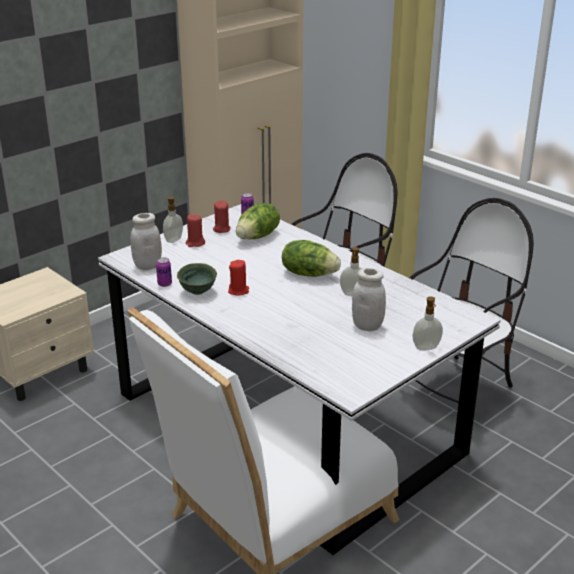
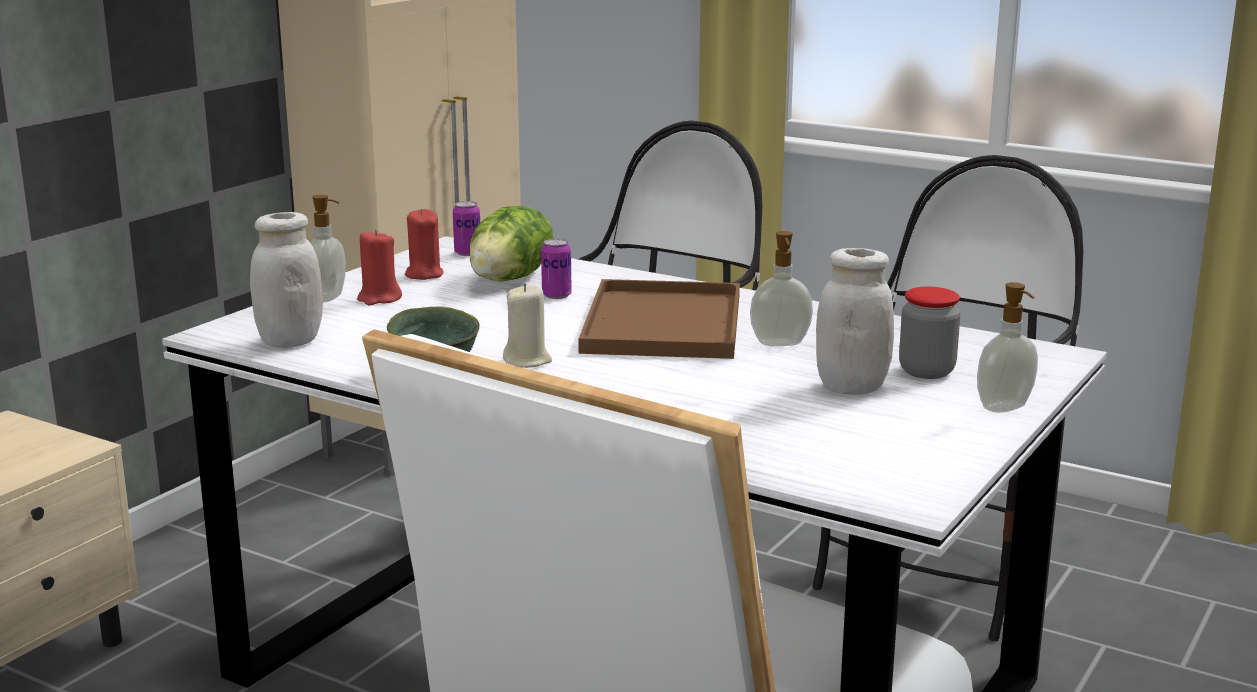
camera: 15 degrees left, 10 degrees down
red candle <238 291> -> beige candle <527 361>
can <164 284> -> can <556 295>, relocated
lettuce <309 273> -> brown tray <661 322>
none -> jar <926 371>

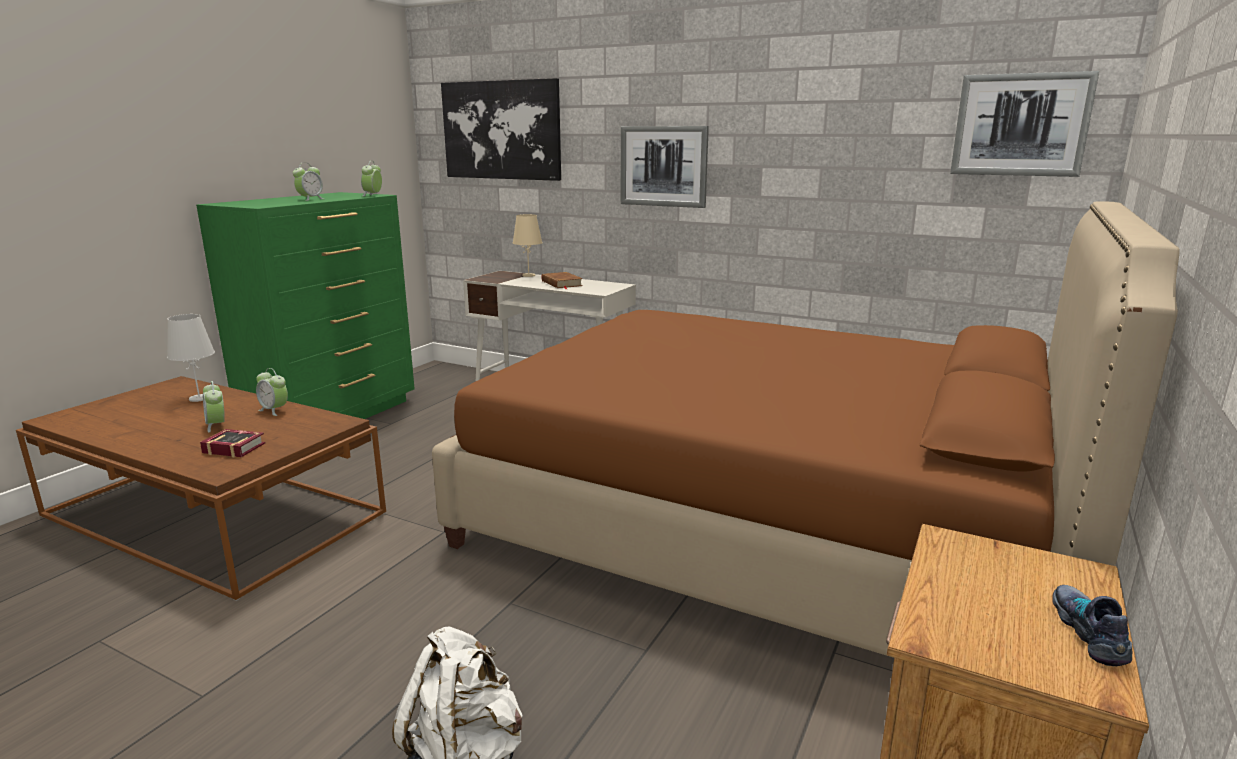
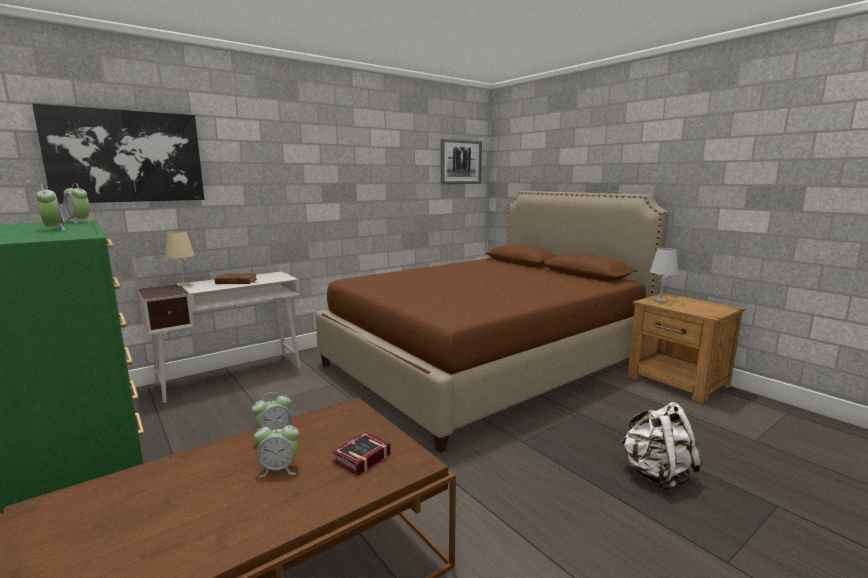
camera: 65 degrees left, 5 degrees down
white table lamp <199 398> -> white table lamp <660 300>, relocated
picture <663 166> -> none
shoe <1089 632> -> none

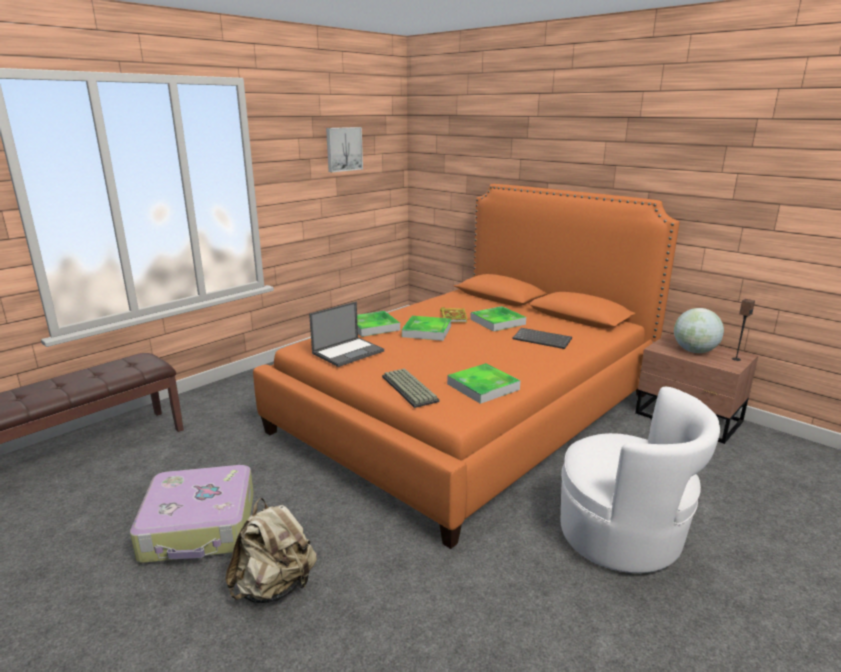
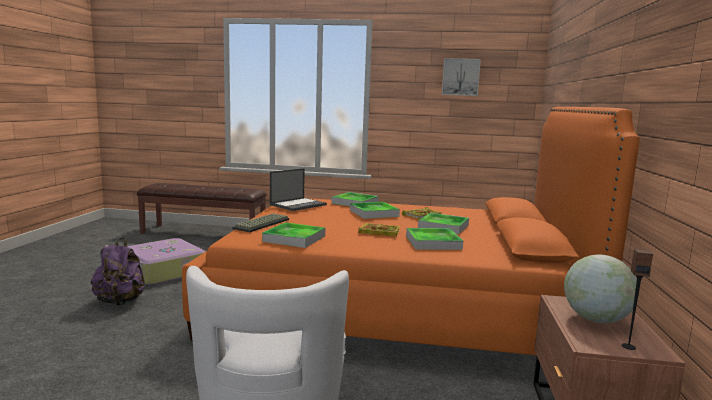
camera: 55 degrees right, 10 degrees down
beige backpack <275 587> -> purple backpack <120 302>
laptop <348 352> -> laptop <298 204>, 60 degrees counterclockwise
none -> book <378 232>
keyboard <543 339> -> tray <433 242>

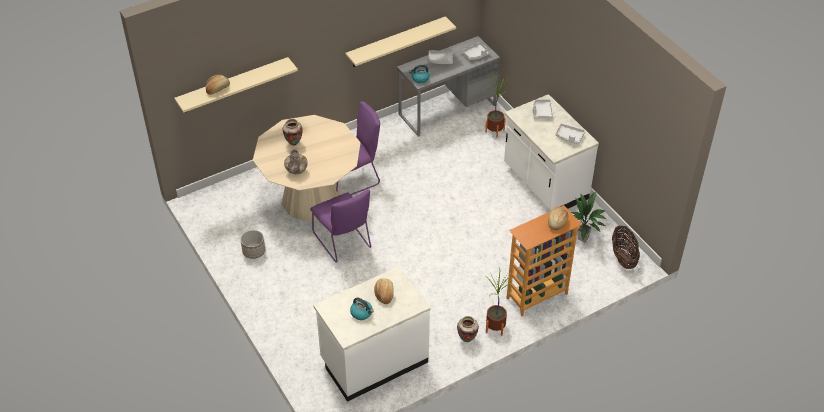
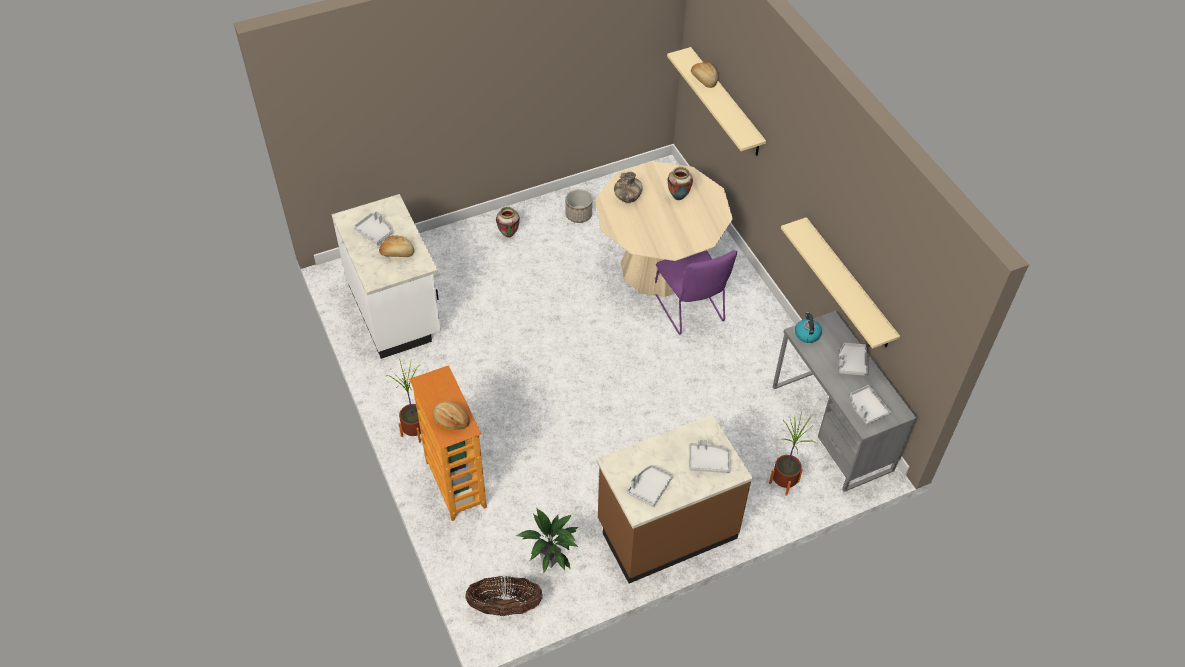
camera: 95 degrees right, 5 degrees up
kettle <362 313> -> grey tray <375 232>
vase <467 339> -> vase <508 234>, relocated
white counter <544 183> -> brown counter <666 529>
purple chair <343 242> -> none

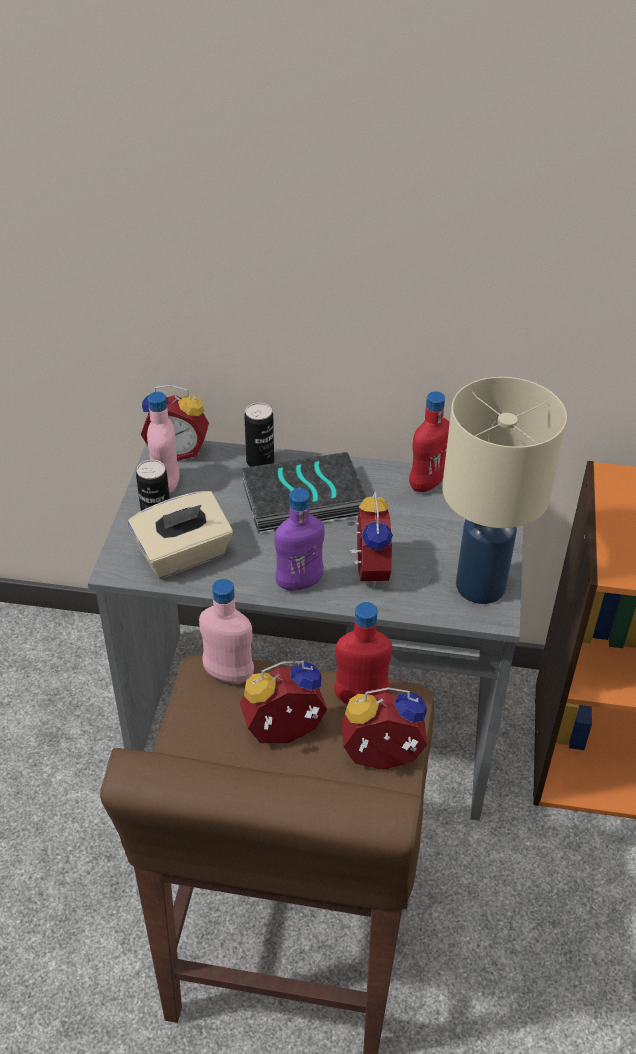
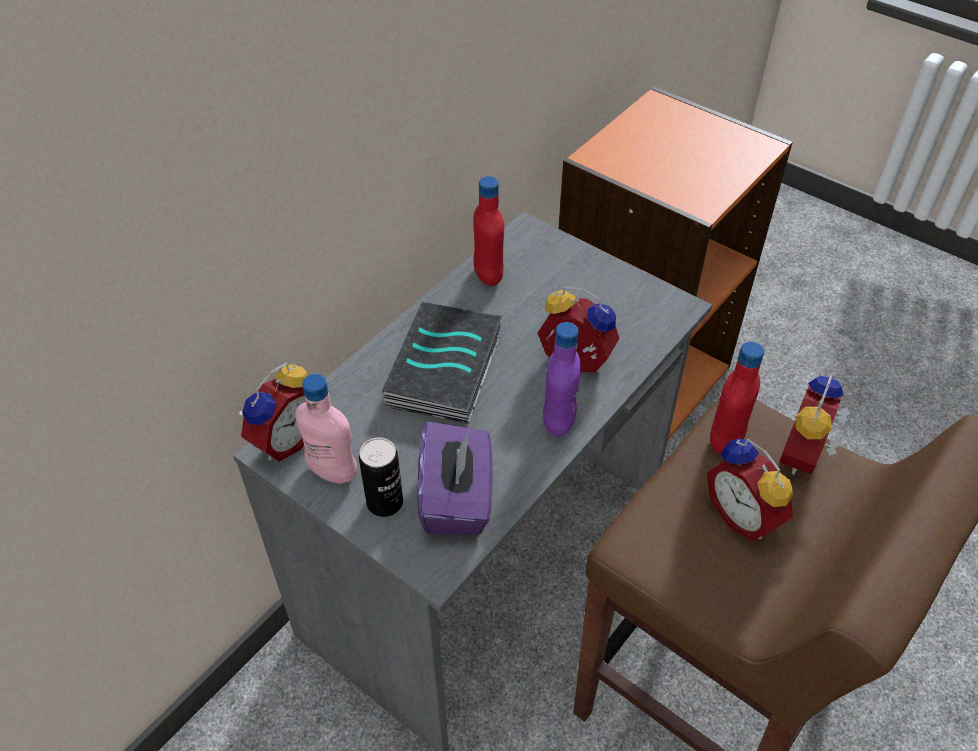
camera: 60 degrees left, 5 degrees up
beige tissue box <184 555> -> purple tissue box <457 499>
alarm clock <285 735> -> alarm clock <745 515>, 45 degrees counterclockwise
pink bottle <228 674> -> none
can <260 461> -> none
beige table lamp <479 586> -> none

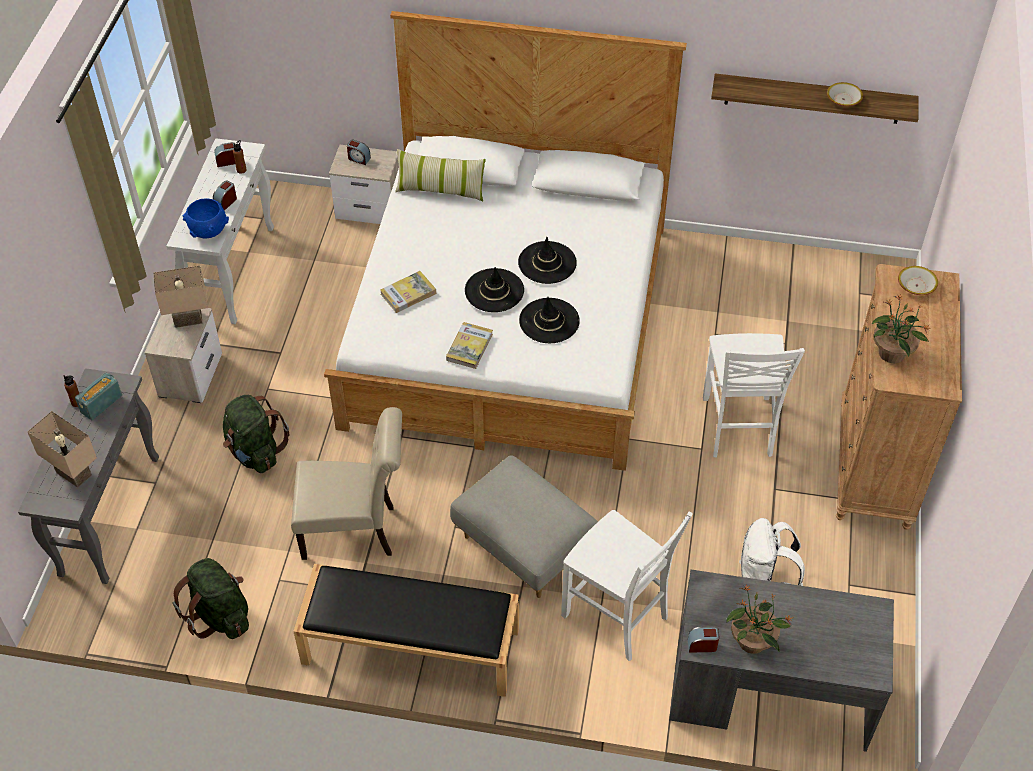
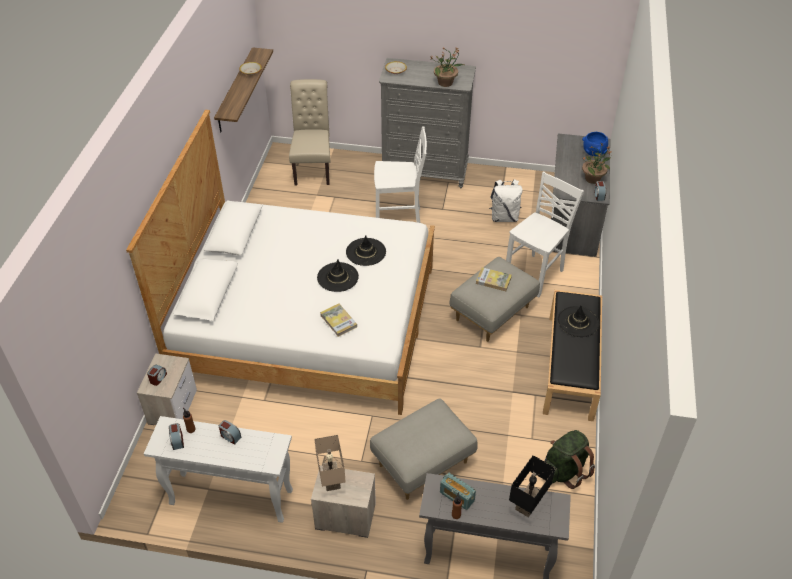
camera: 90 degrees left, 5 degrees down
beige chair <355 531> -> beige chair <313 167>, relocated
green backpack <255 452> -> grey ottoman <423 463>
brown dresser <874 466> -> grey dresser <425 172>
book <469 347> -> book <493 280>, relocated
beige table lamp <75 473> -> black table lamp <526 503>
black hat <547 263> -> black hat <578 322>, relocated
blue bowl <209 231> -> blue bowl <593 153>, relocated
pillow <440 190> -> none

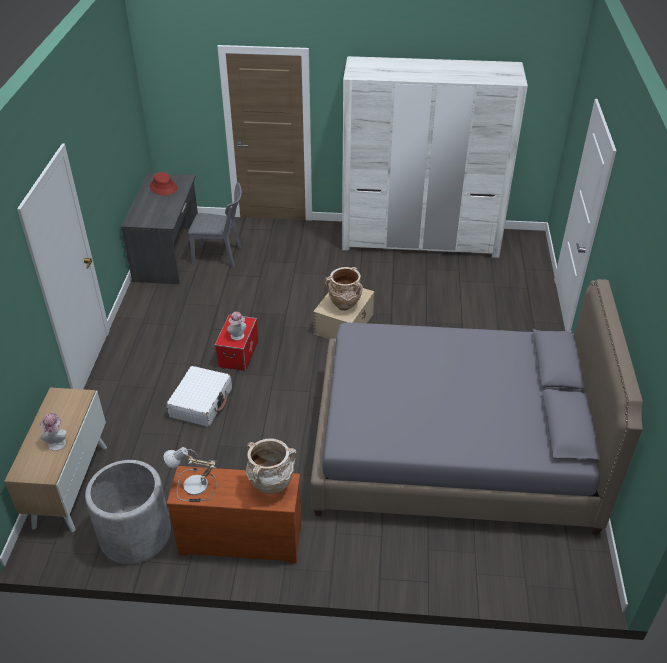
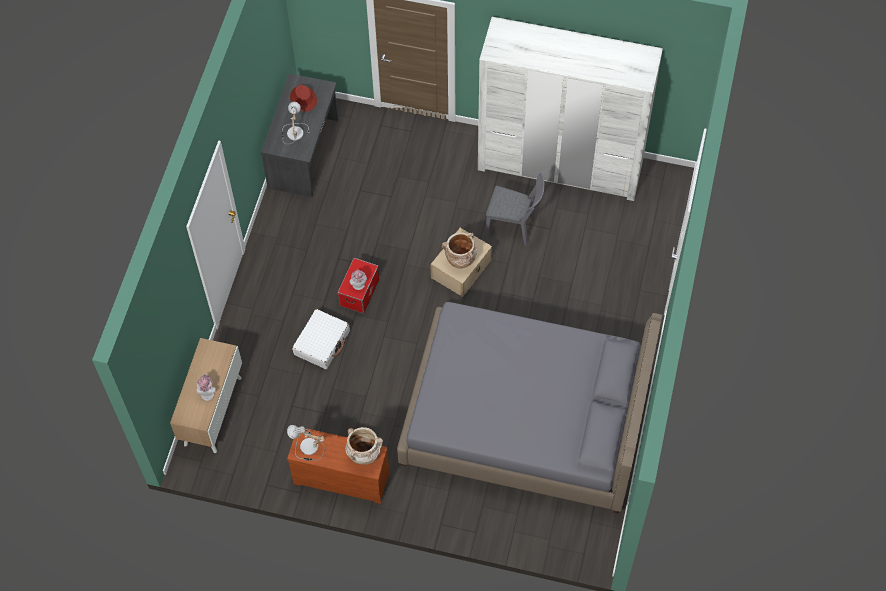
camera: 10 degrees right, 20 degrees up
none -> table lamp <293 132>
grey chair <221 255> -> grey chair <515 226>, relocated
grey planter <135 534> -> none

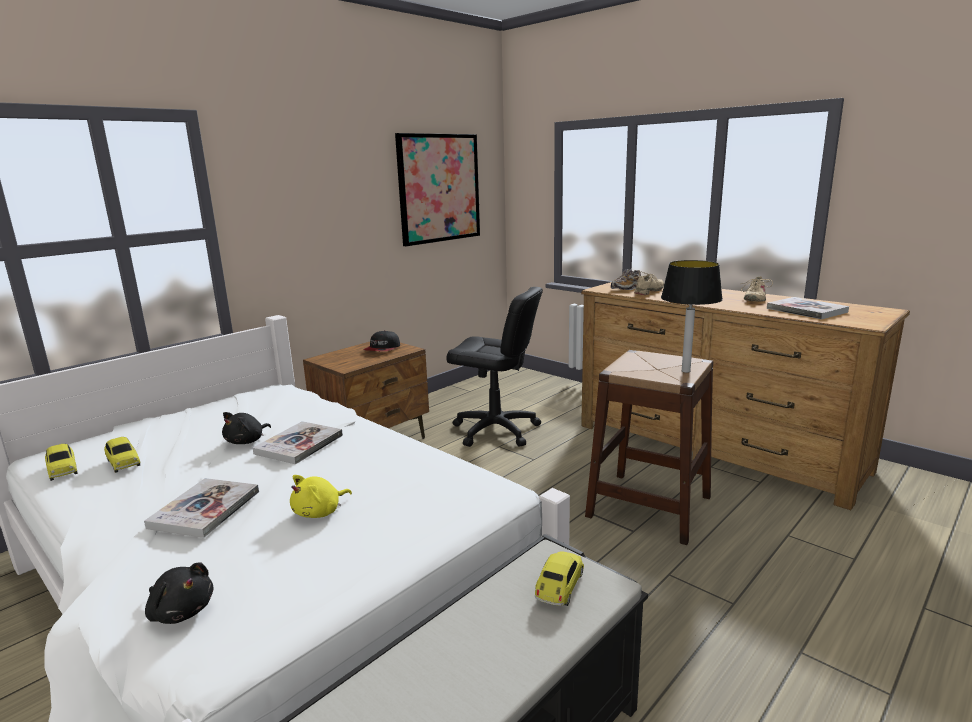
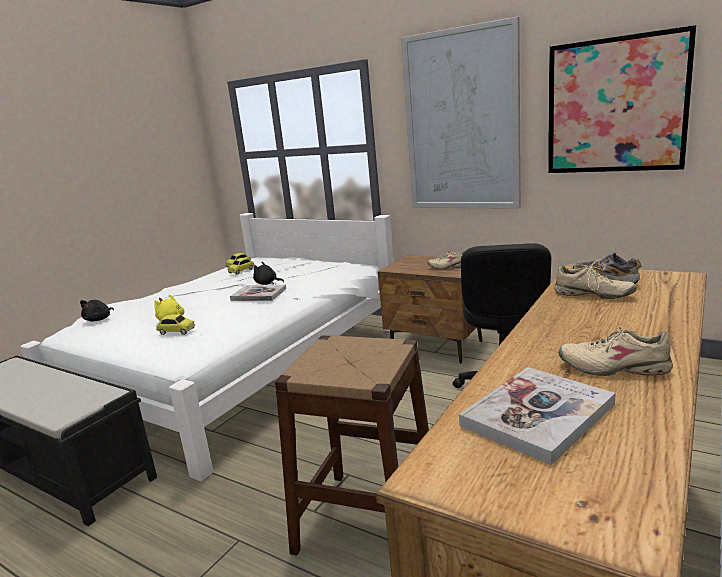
camera: 80 degrees right, 0 degrees up
toy car <559 587> -> toy car <176 331>, relocated
none -> picture <461 121>
cap <383 349> -> beige shoe <449 266>
book <205 509> -> none
table lamp <685 371> -> none

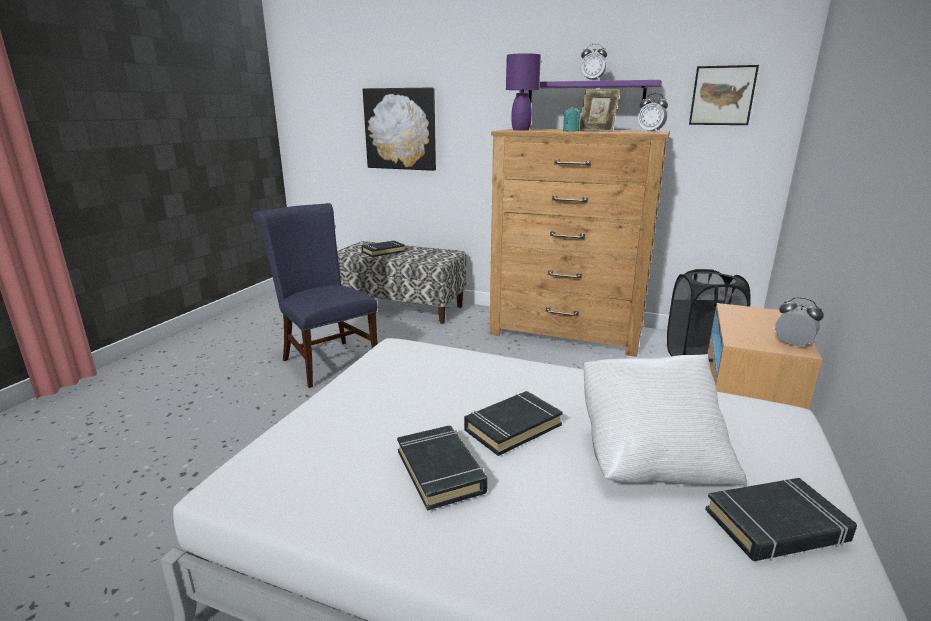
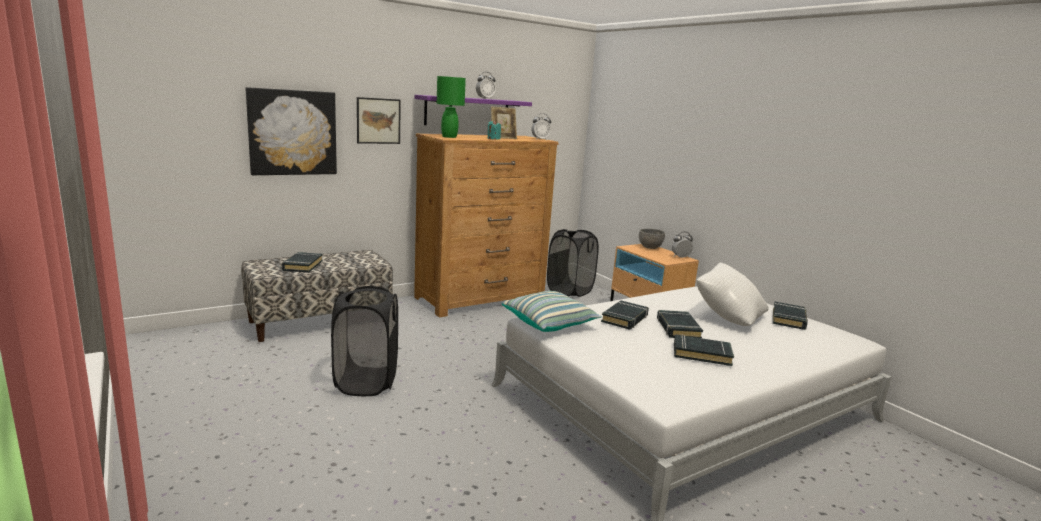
camera: 55 degrees left, 5 degrees down
blue chair <326 360> -> black laundry basket <366 382>
picture <722 95> -> picture <378 121>, relocated
purple table lamp <520 130> -> green table lamp <449 137>
none -> pillow <550 323>
none -> black book <625 319>
none -> grey bowl <650 247>

